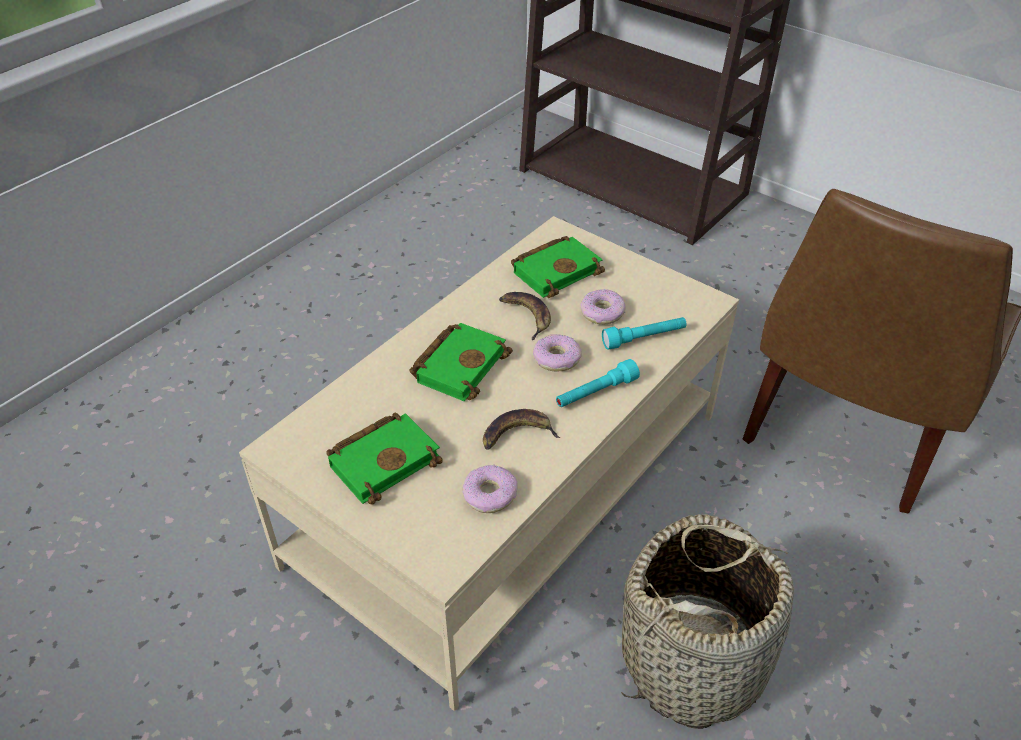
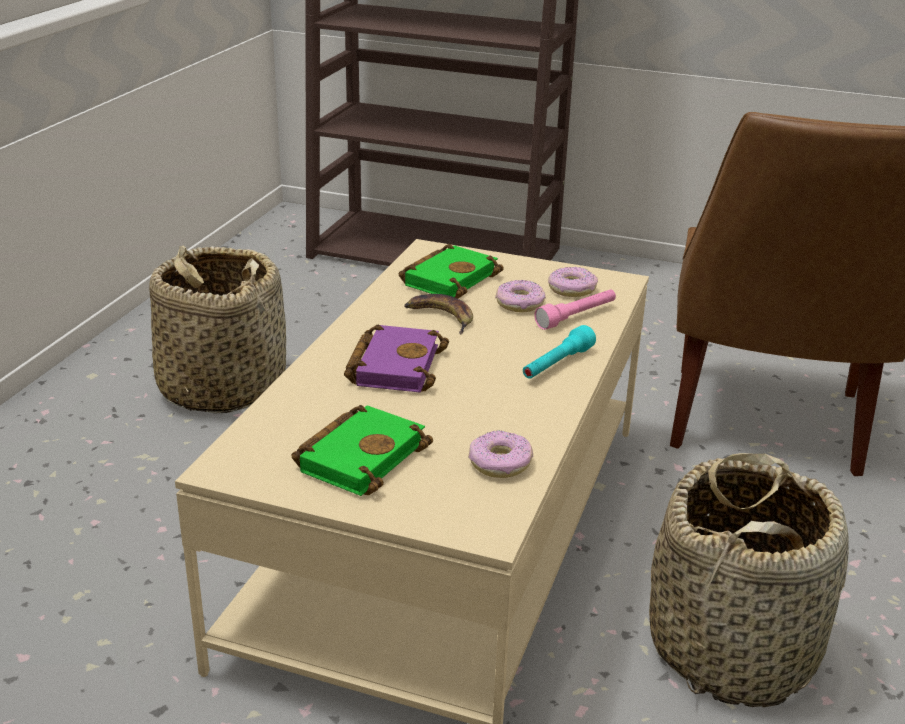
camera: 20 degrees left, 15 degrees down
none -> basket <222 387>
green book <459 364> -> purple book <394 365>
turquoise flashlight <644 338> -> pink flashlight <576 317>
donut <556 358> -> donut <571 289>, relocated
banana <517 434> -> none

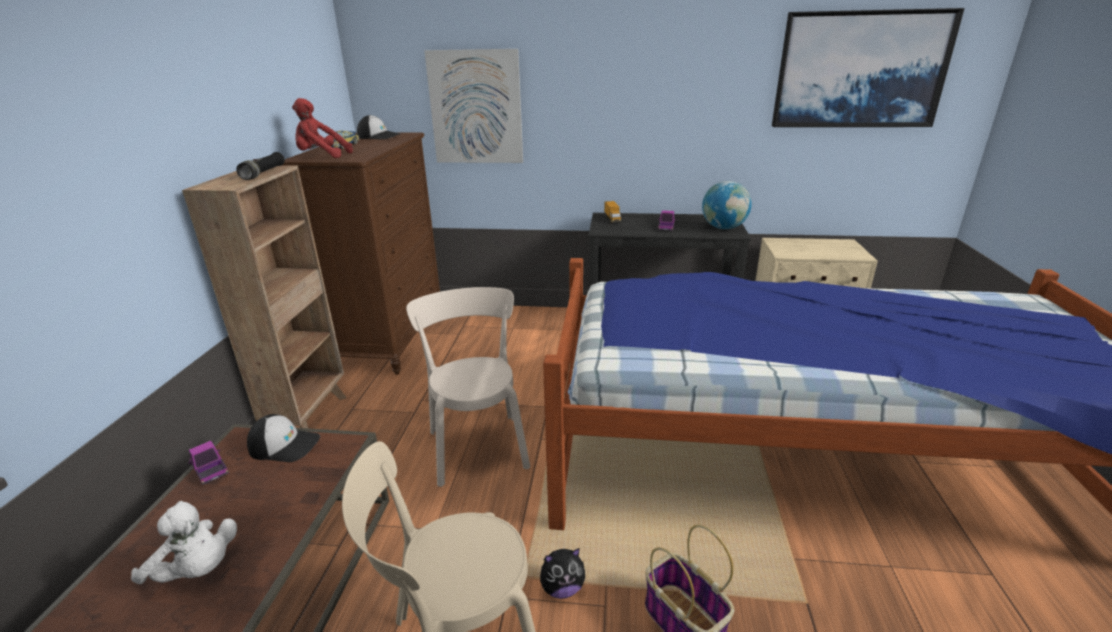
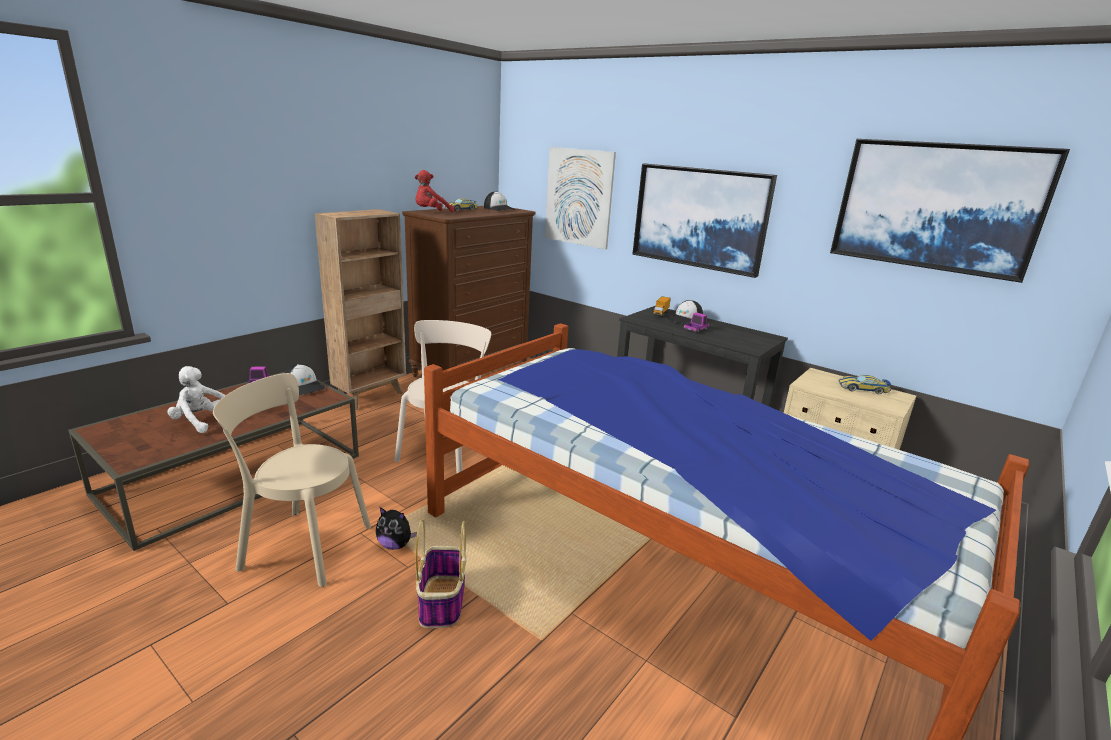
camera: 30 degrees right, 5 degrees down
white plush toy <197 571> -> white plush toy <202 422>, 150 degrees clockwise
red plush toy <321 156> -> red plush toy <431 213>, 75 degrees counterclockwise
none -> picture <700 218>
none -> cap <685 320>
none -> toy car <863 389>
black flashlight <264 173> -> none
globe <723 228> -> none

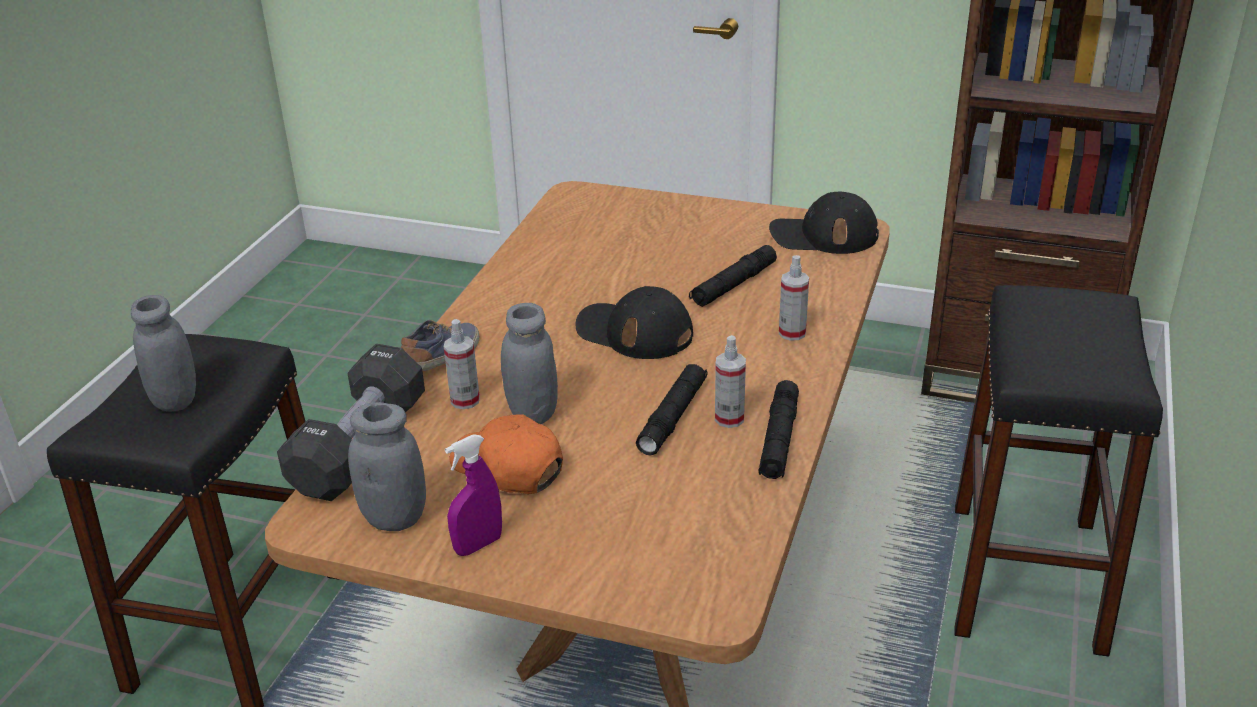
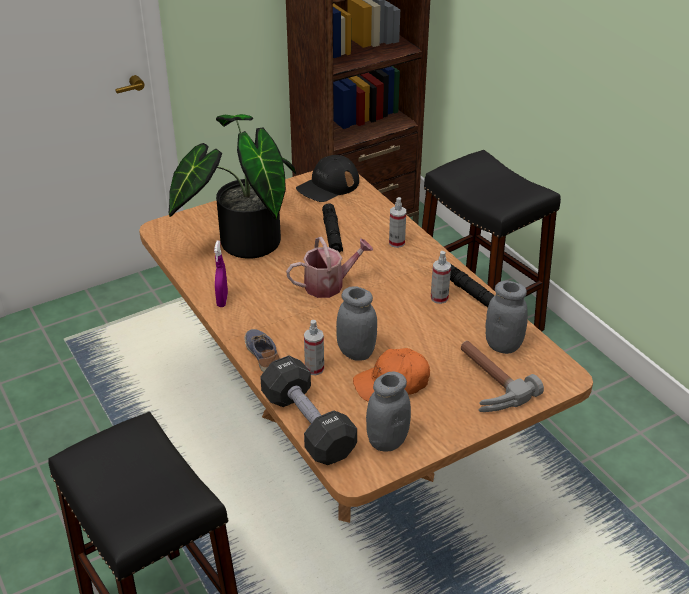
camera: 50 degrees left, 5 degrees up
none -> potted plant <242 242>
purple spray bottle <478 545> -> purple spray bottle <222 300>, relocated
black cap <634 332> -> watering can <329 284>
none -> hammer <485 383>
grey jar <175 400> -> grey jar <503 345>, relocated
black flashlight <673 417> -> none

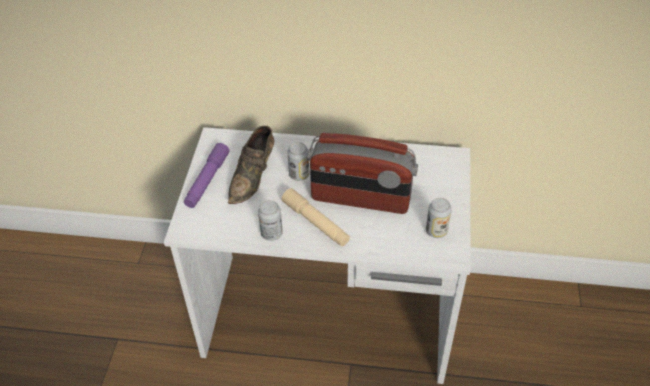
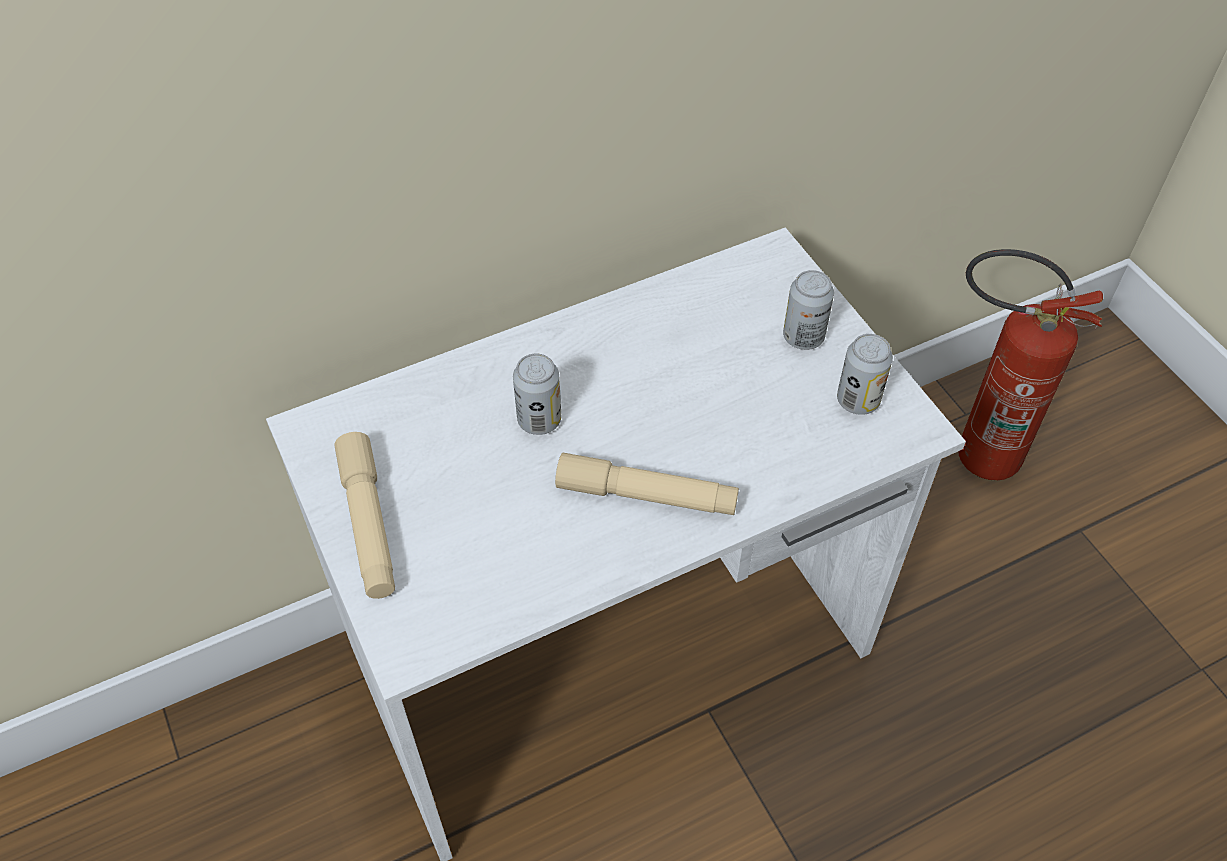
camera: 35 degrees left, 5 degrees up
purple flashlight <207 180> -> beige flashlight <368 523>
can <271 233> -> can <803 337>, relocated
none -> fire extinguisher <972 453>
brown shoe <253 177> -> none
radio <360 199> -> none

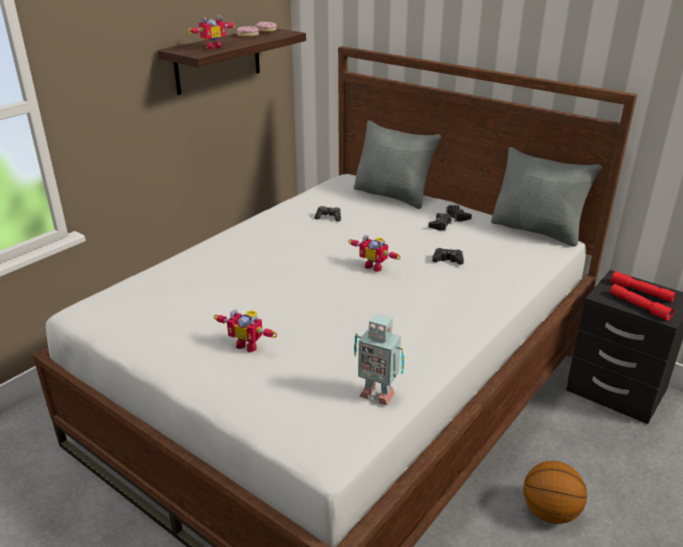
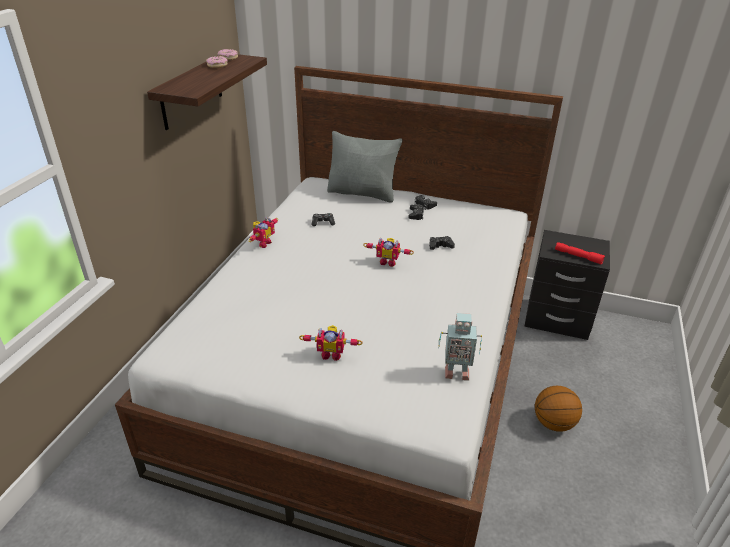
camera: 20 degrees left, 5 degrees up
toy robot <212 47> -> toy robot <262 243>, relocated
grey pillow <537 230> -> none
red flashlight <641 291> -> none

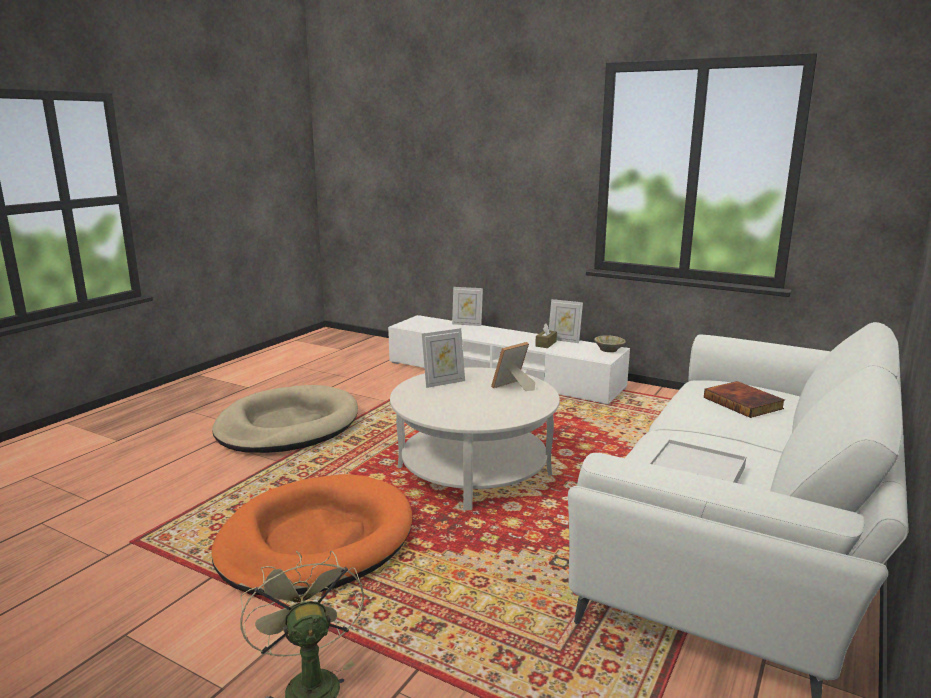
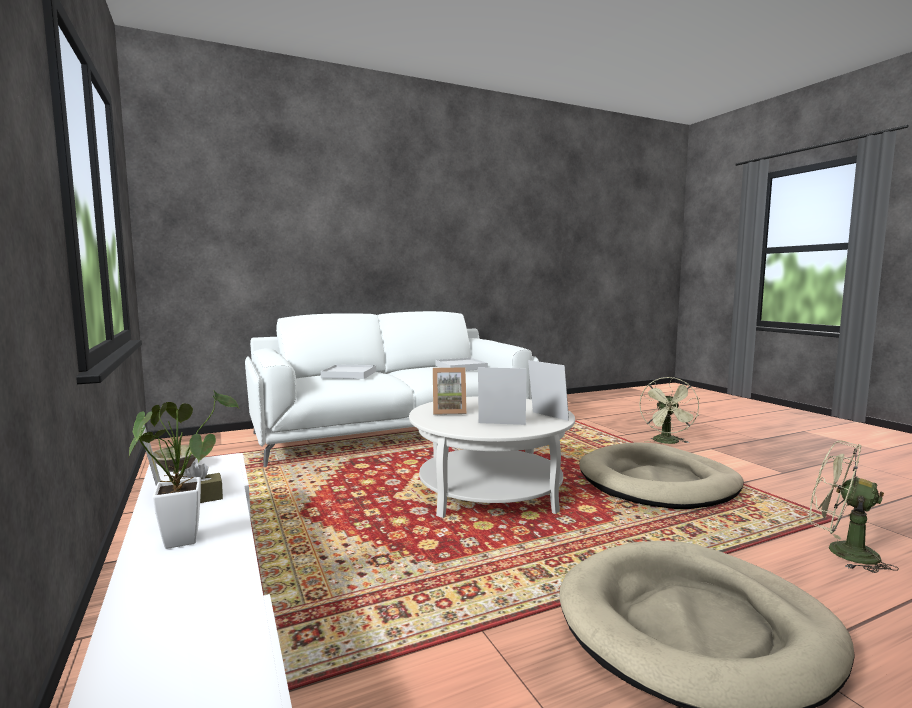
camera: 145 degrees left, 10 degrees down
none -> potted plant <183 536>
book <744 403> -> white tray <349 374>
picture frame <467 324> -> picture frame <547 417>, relocated
orange dog bed <316 541> -> beige dog bed <658 482>
none -> green fan <841 552>

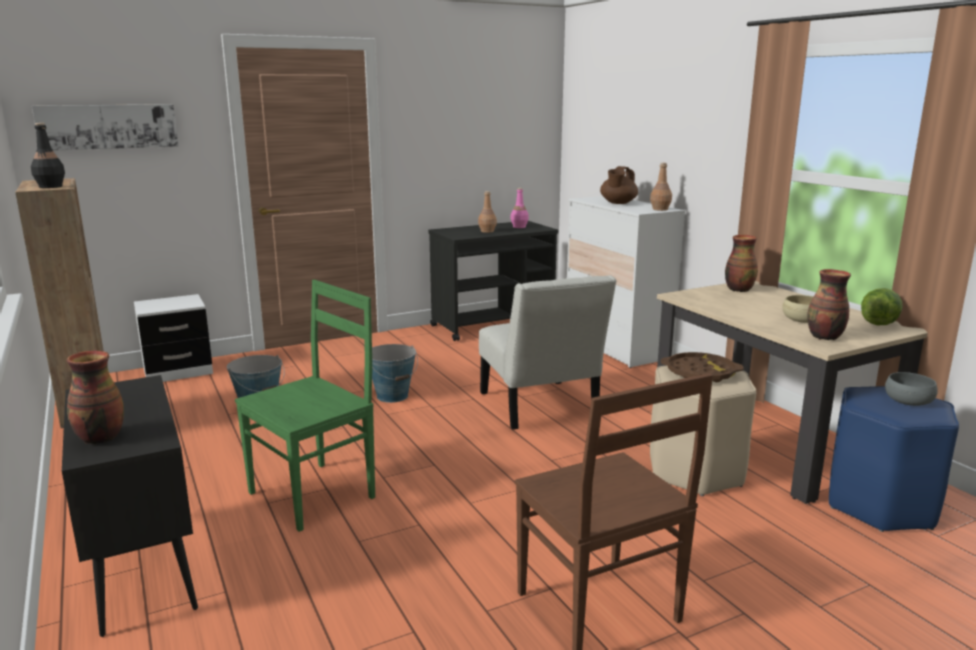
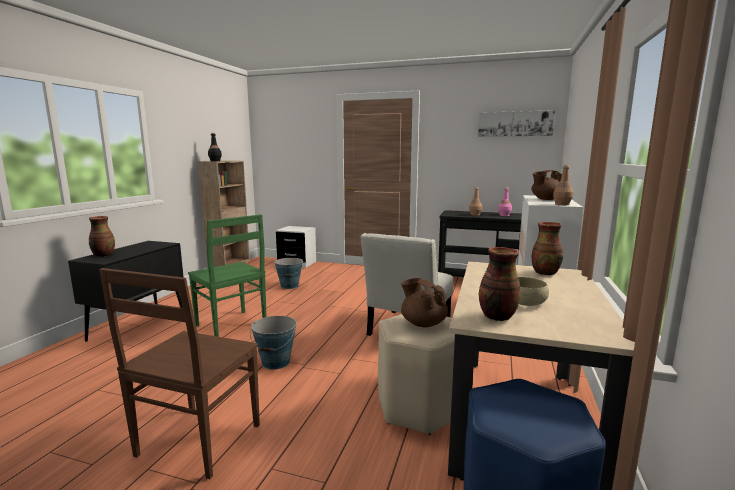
camera: 45 degrees right, 5 degrees down
green chair <315 494> -> green chair <232 326>, 45 degrees clockwise
bucket <392 396> -> bucket <276 362>, relocated
brown tray <700 373> -> brown teapot <423 323>
picture <108 126> -> picture <515 124>, relocated
lettuce <878 323> -> none
grey bowl <908 401> -> none

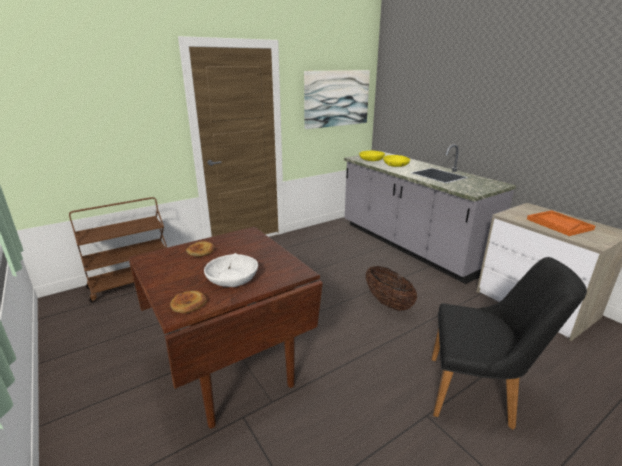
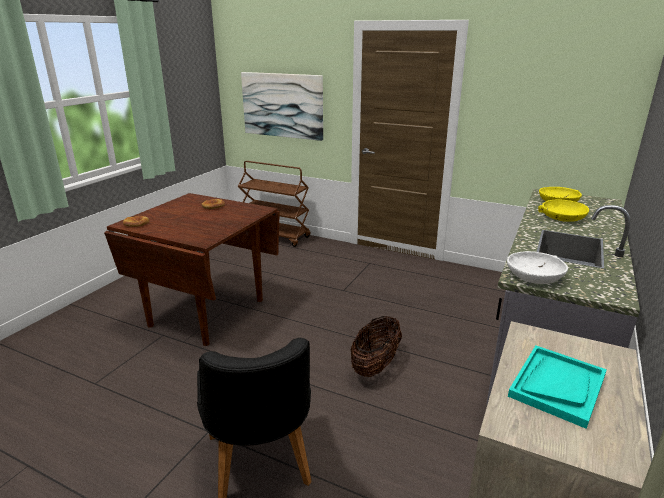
camera: 60 degrees right, 0 degrees up
picture <336 98> -> picture <282 105>, relocated
white bowl <232 277> -> white bowl <534 275>, relocated
orange tray <559 224> -> turquoise tray <557 386>

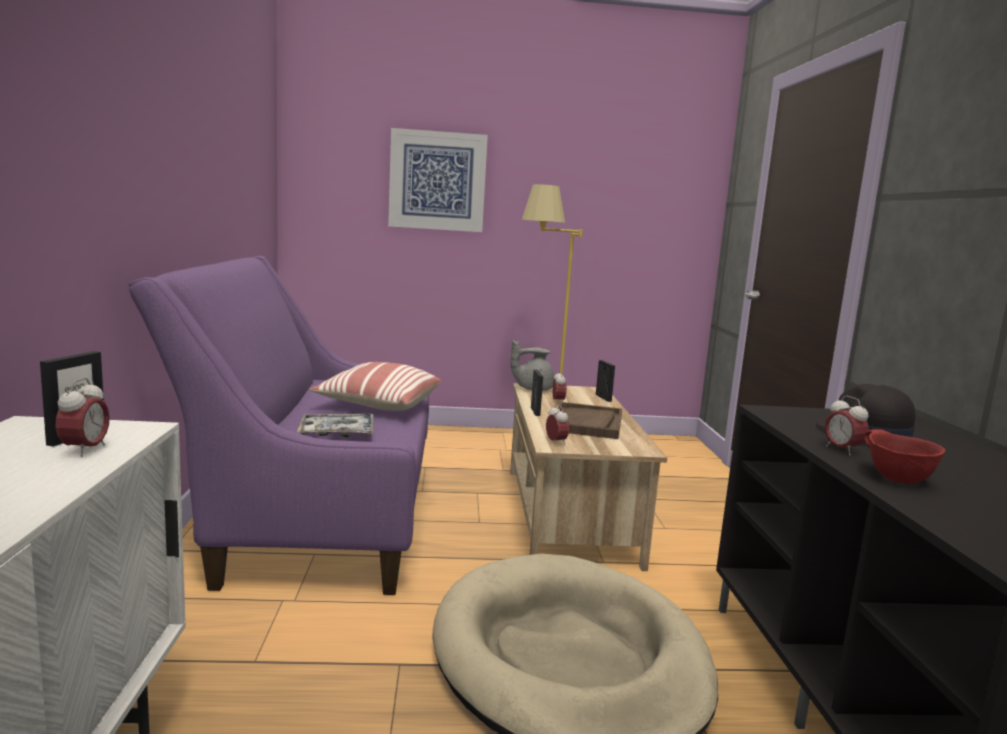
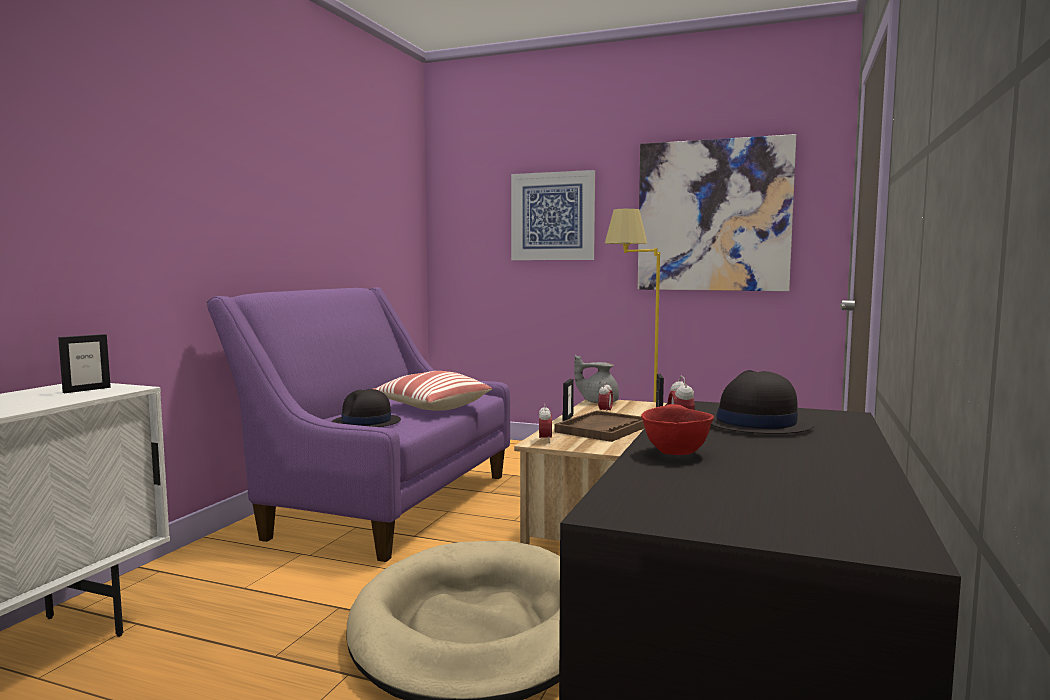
camera: 25 degrees right, 5 degrees down
tray <337 433> -> black hat <366 423>
none -> picture <713 216>
alarm clock <85 450> -> none

